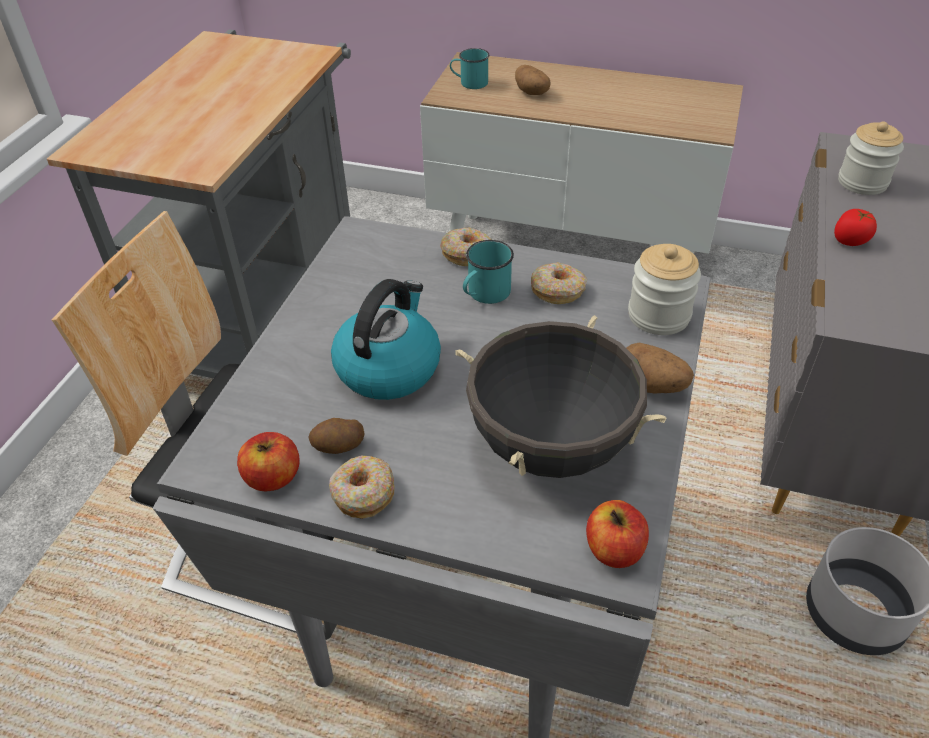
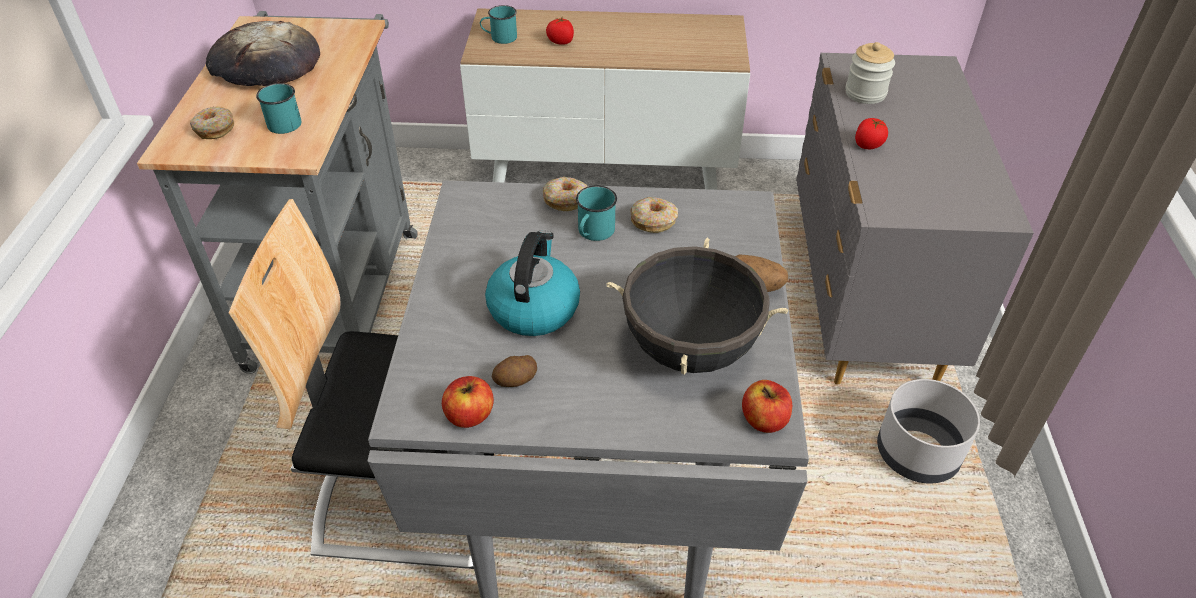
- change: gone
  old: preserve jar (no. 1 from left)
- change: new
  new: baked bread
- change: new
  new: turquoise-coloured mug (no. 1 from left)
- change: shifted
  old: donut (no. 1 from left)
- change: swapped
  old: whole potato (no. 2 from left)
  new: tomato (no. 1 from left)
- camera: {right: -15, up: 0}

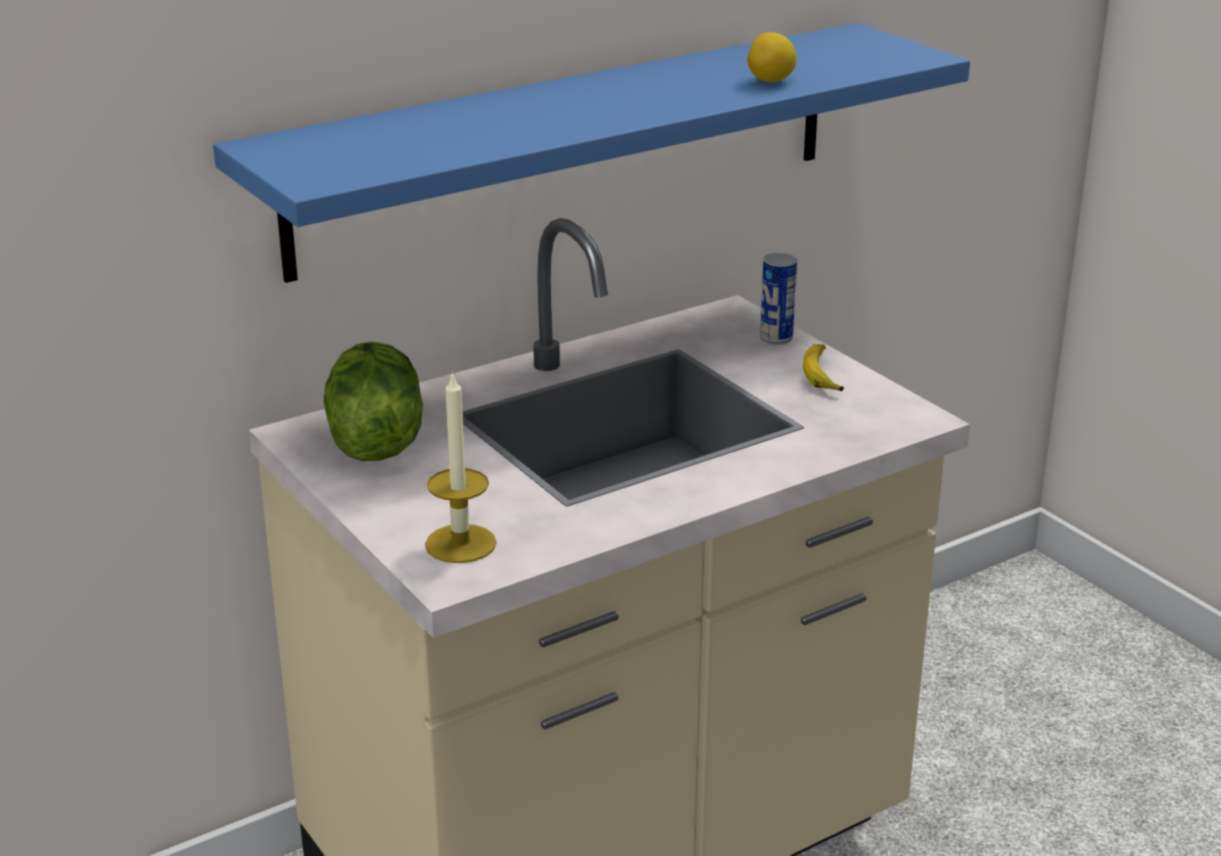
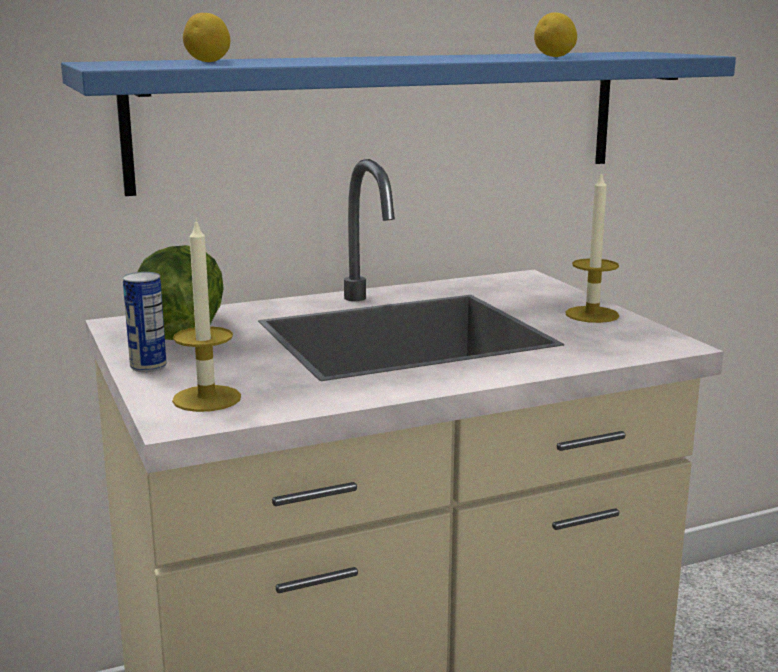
- change: new
  new: lemon (no. 1 from left)
- change: shifted
  old: can
- change: swapped
  old: banana fruit
  new: candle (no. 2 from left)
- camera: {right: 10, up: -10}

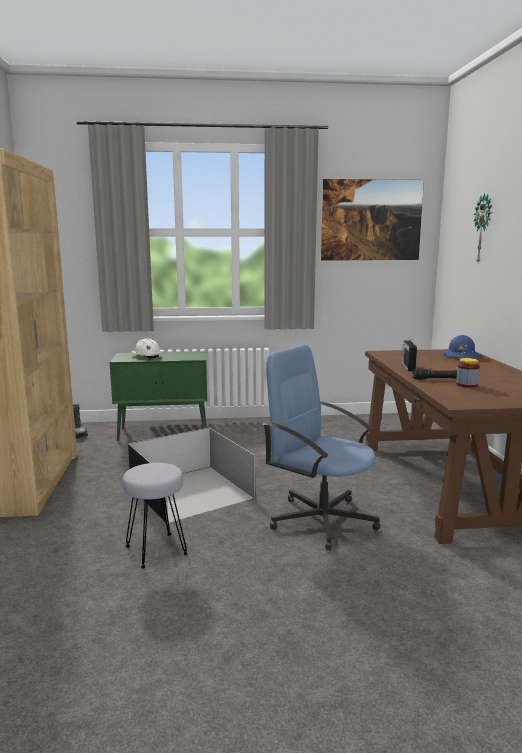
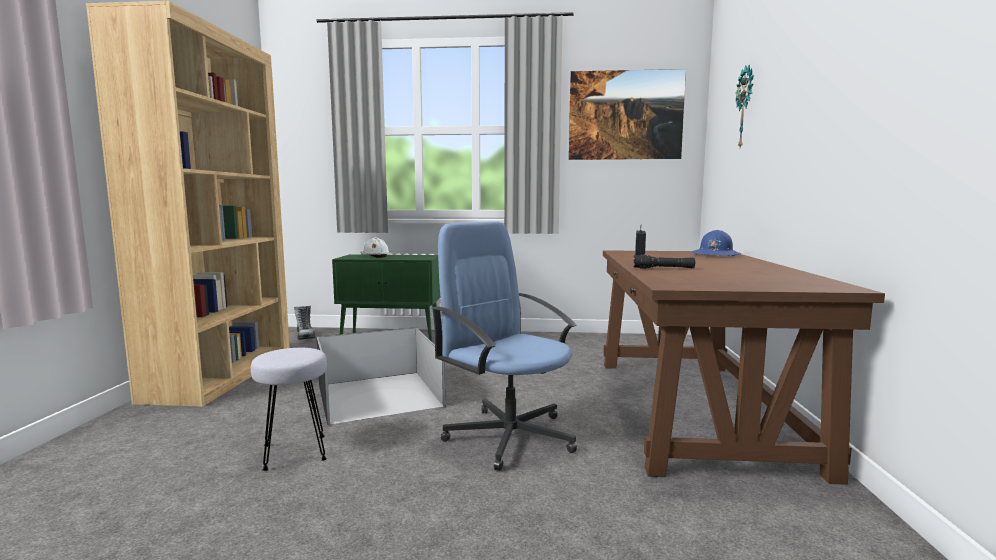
- change: gone
  old: preserve jar
- camera: {right: 10, up: -5}

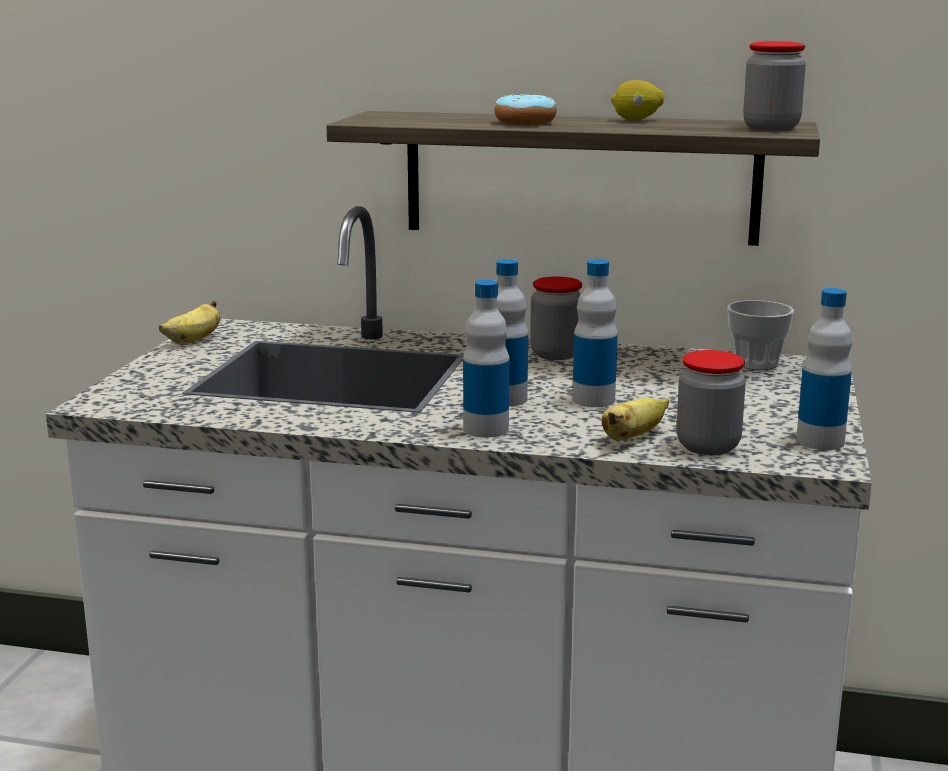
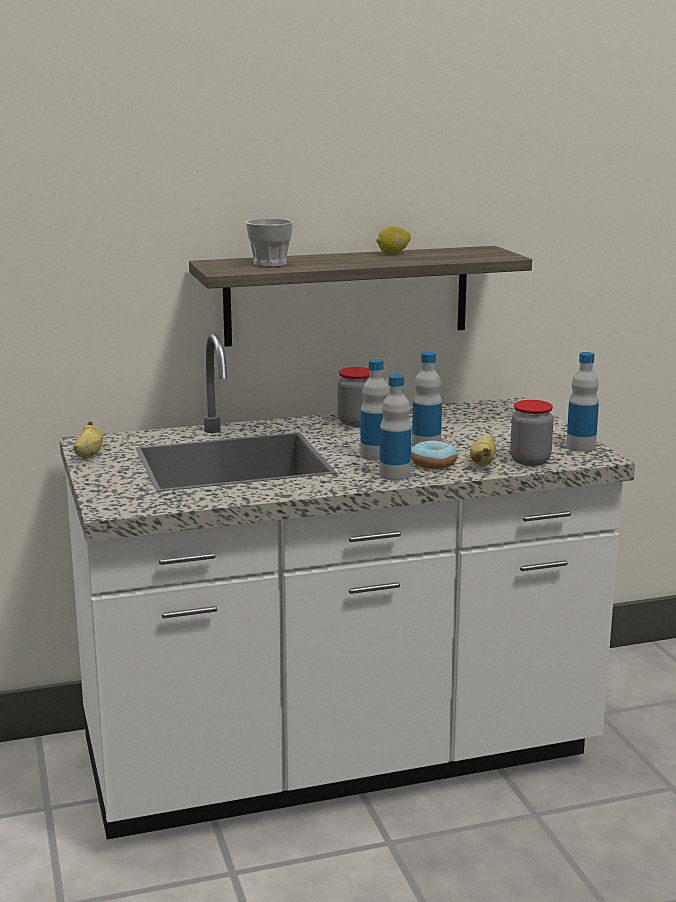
- change: gone
  old: preserve jar (no. 3 from left)
- change: shifted
  old: donut
- change: shifted
  old: drinking cup
- camera: {right: -30, up: 0}

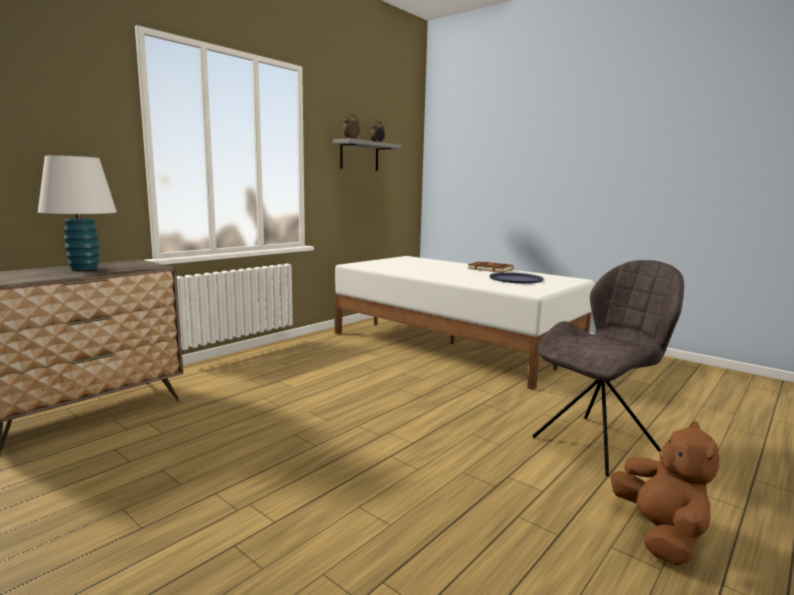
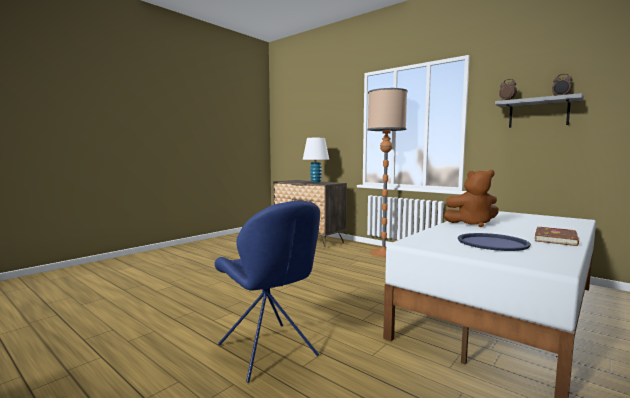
- change: new
  new: floor lamp
- change: shifted
  old: brownish plush toy
- change: repainted
  old: grey upright chair
  new: bluish upright chair
- camera: {right: 90, up: -5}

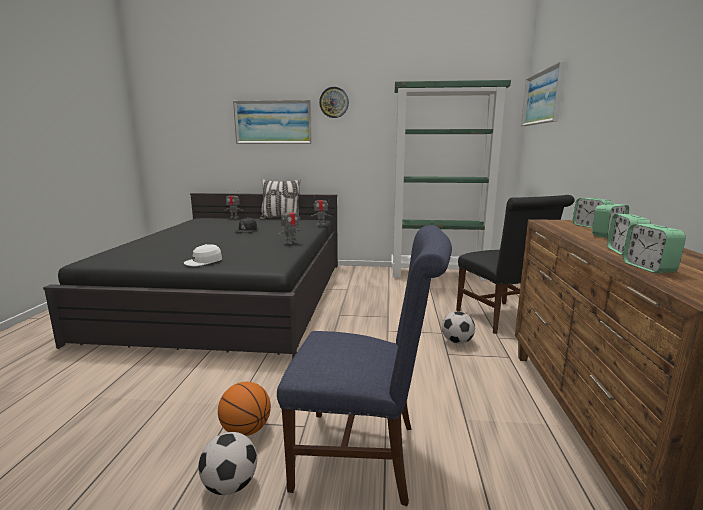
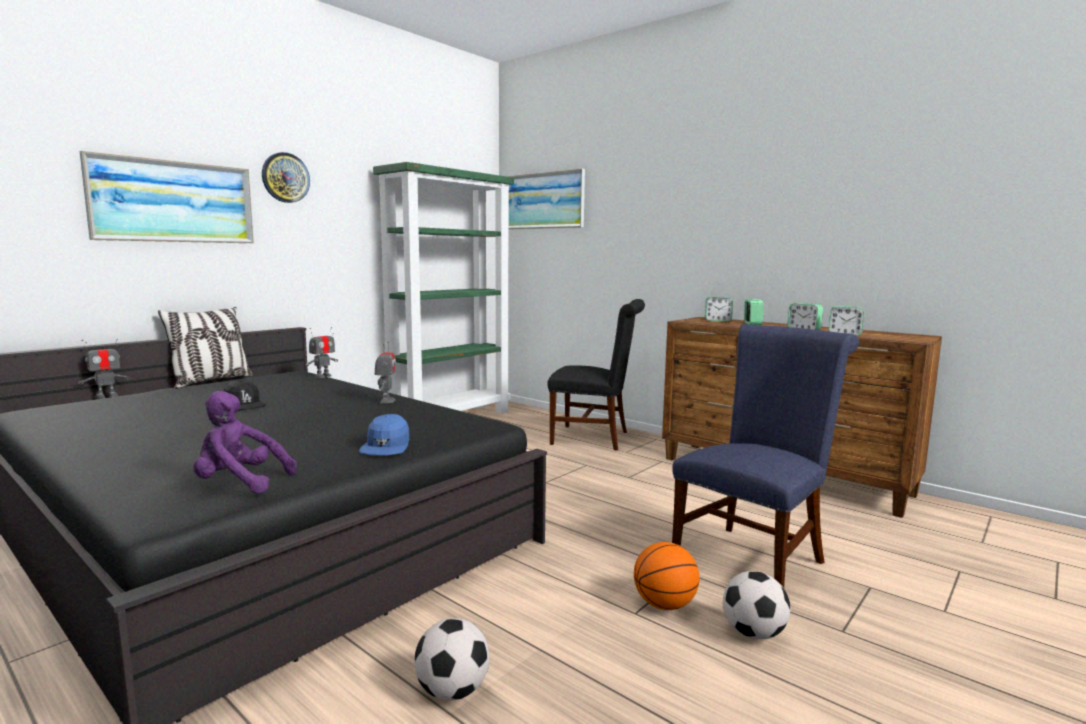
- change: new
  new: purplish plush toy
- change: shifted
  old: football (no. 2 from left in the first image)
  new: football (no. 1 from left)
- change: repainted
  old: white cap
  new: bluish cap
- camera: {right: -55, up: -5}

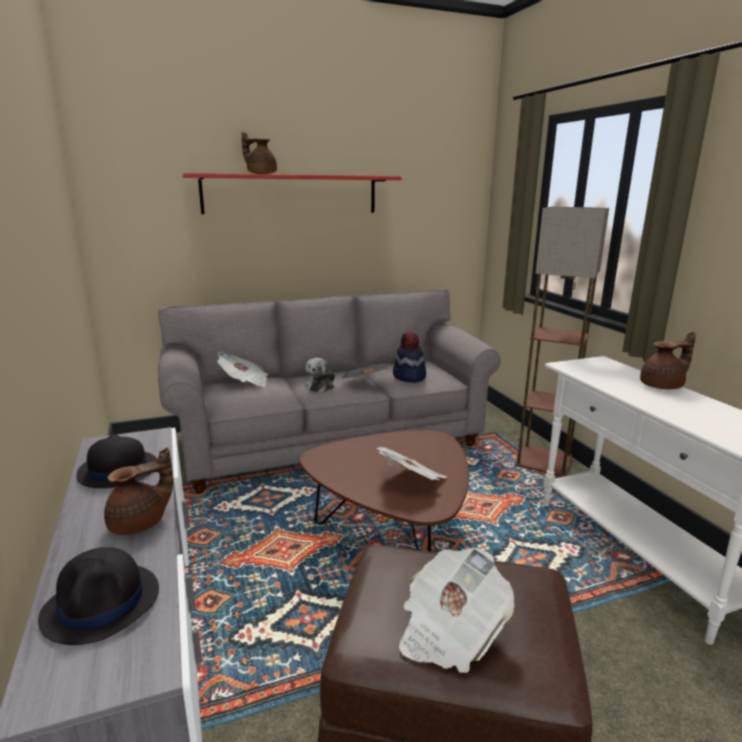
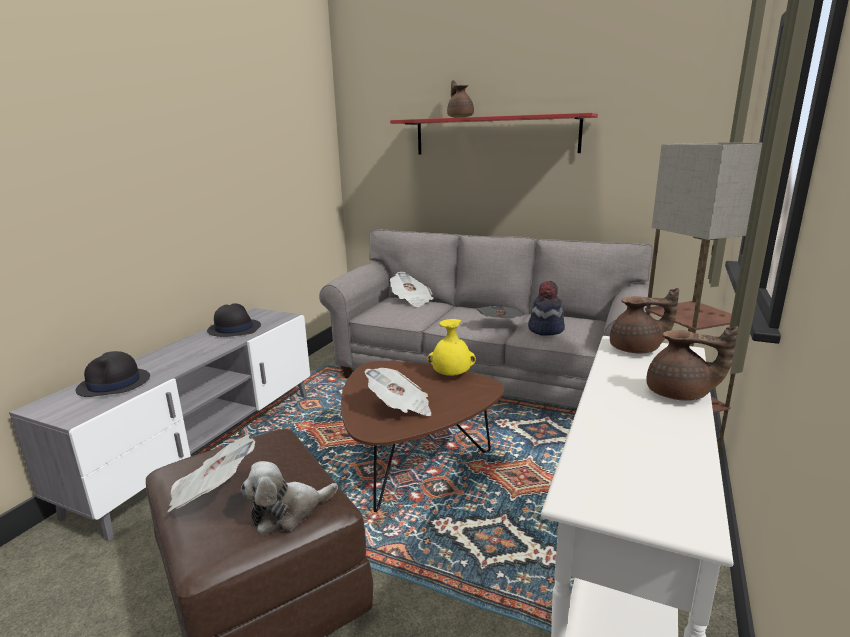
- change: new
  new: yellow vase
- change: shifted
  old: brownish tea pot (no. 1 from left in the first image)
  new: brownish tea pot (no. 2 from left)
- change: shifted
  old: plush toy
- camera: {right: 45, up: 0}

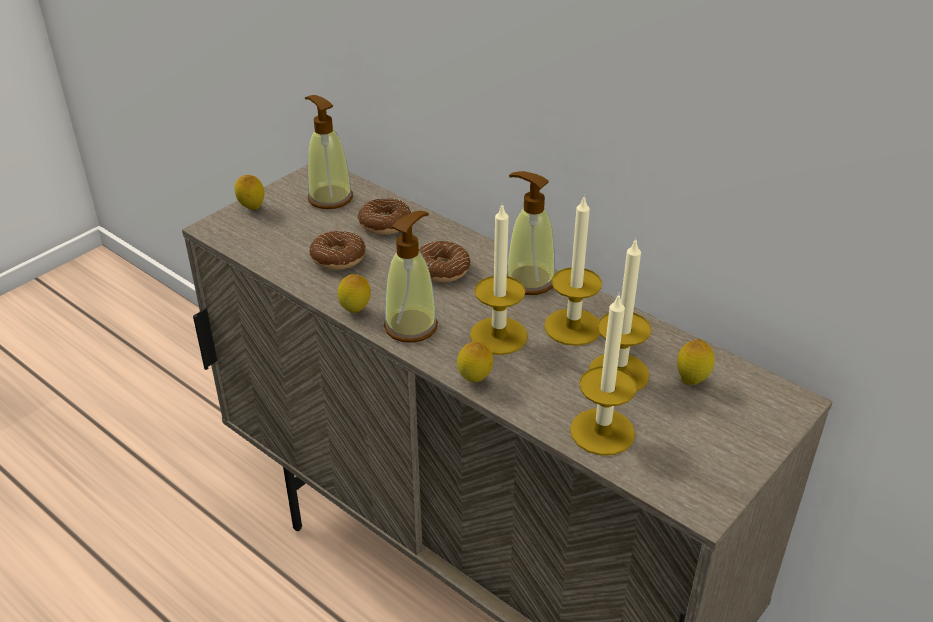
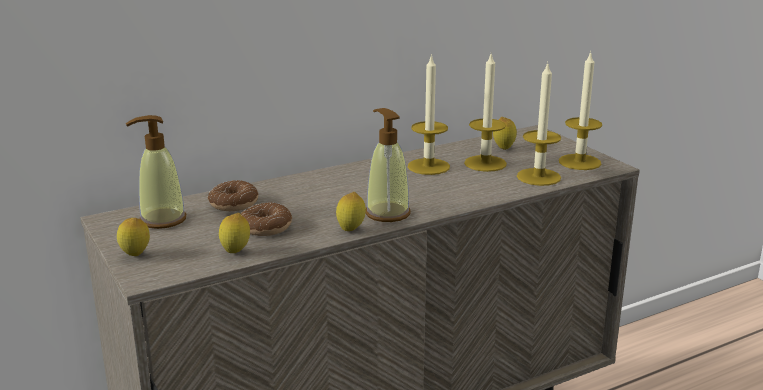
- change: gone
  old: donut (no. 3 from left)
- change: gone
  old: liquid soap bottle (no. 3 from left)
- change: shifted
  old: lemon (no. 3 from left in the first image)
  new: lemon (no. 2 from left)
- change: shifted
  old: candle (no. 1 from left in the first image)
  new: candle (no. 4 from left)
- camera: {right: -70, up: -15}

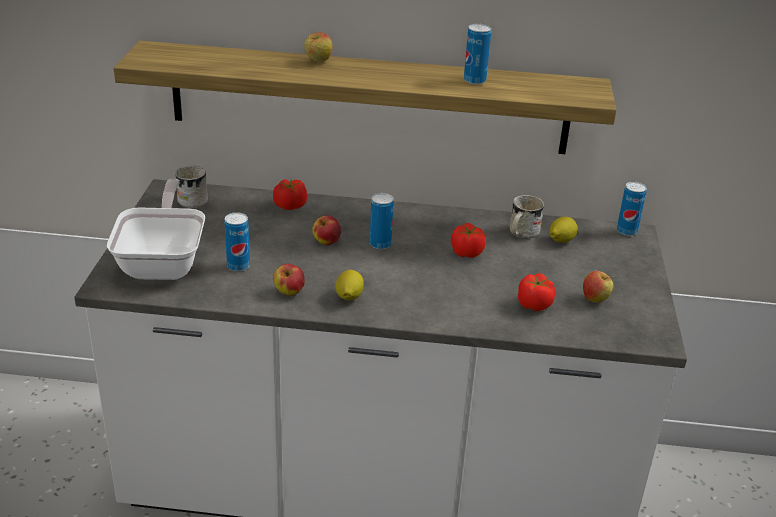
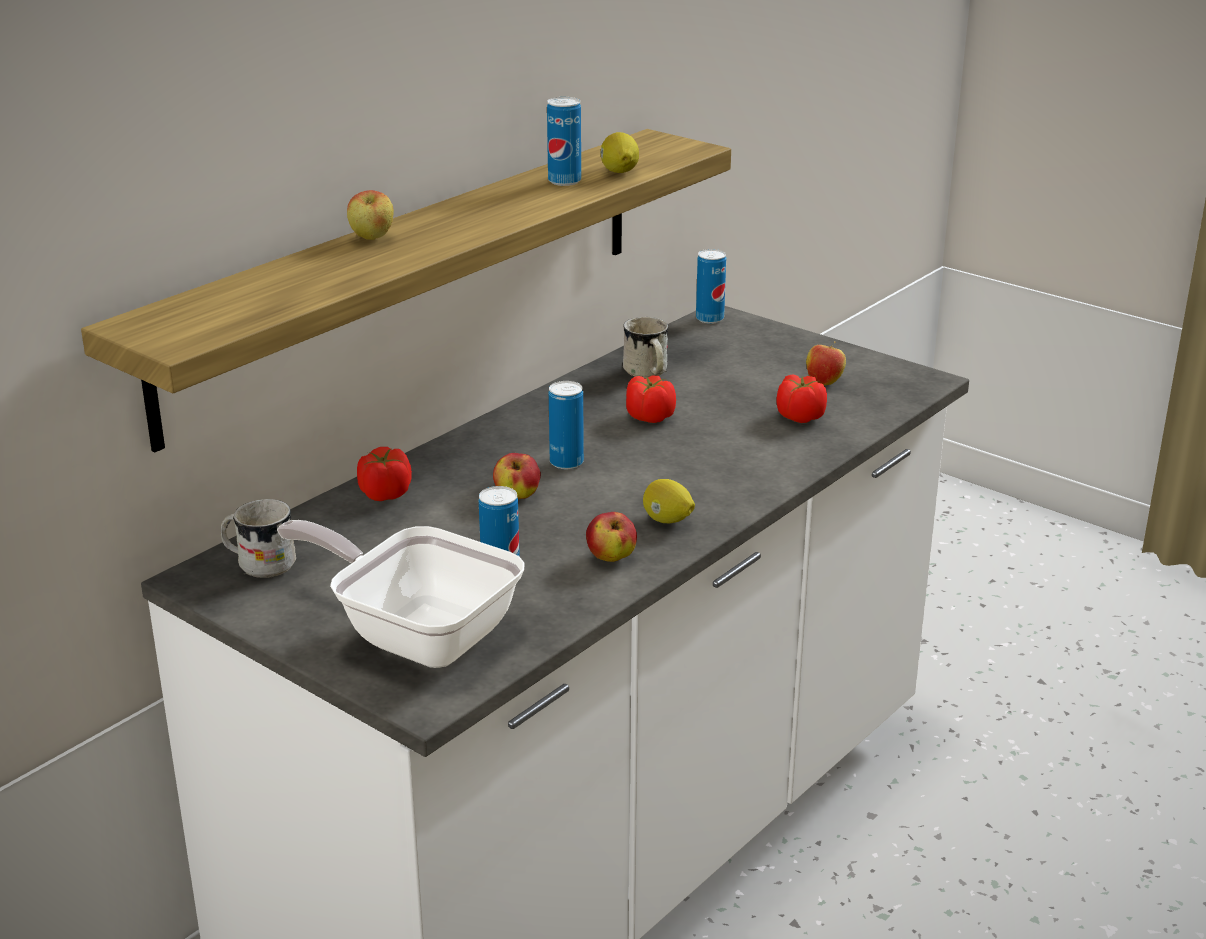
- change: shifted
  old: lemon (no. 2 from left in the first image)
  new: lemon (no. 1 from left)
- camera: {right: -55, up: -5}

